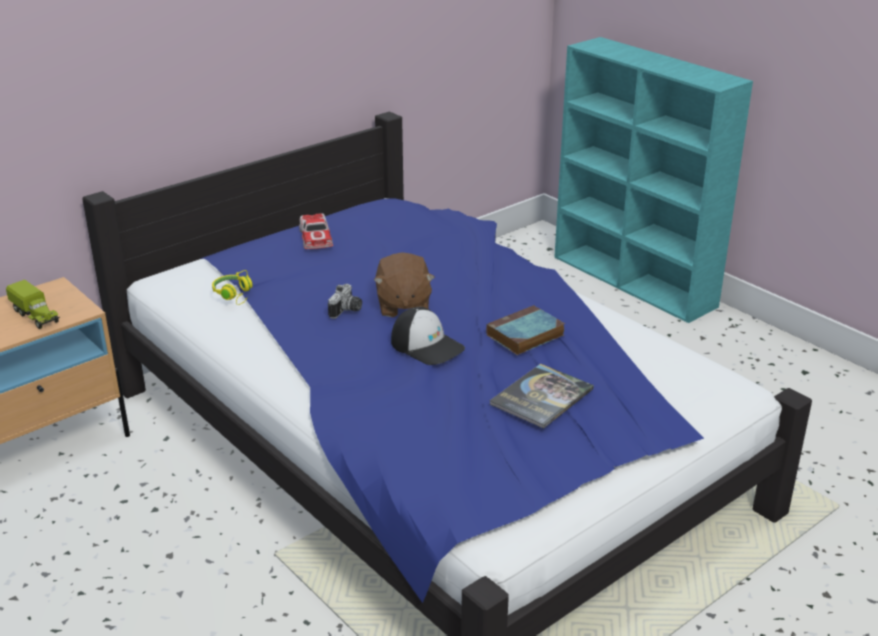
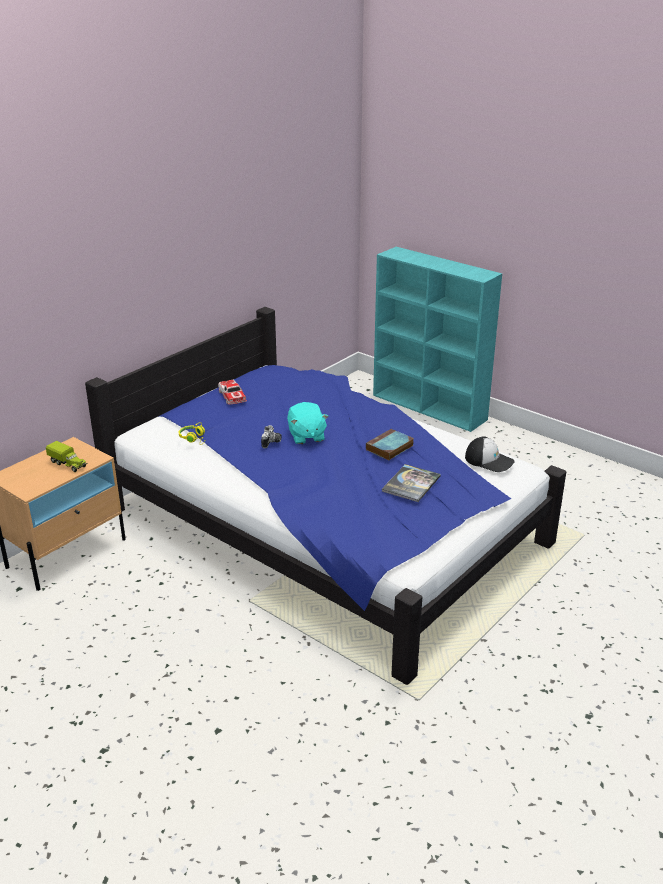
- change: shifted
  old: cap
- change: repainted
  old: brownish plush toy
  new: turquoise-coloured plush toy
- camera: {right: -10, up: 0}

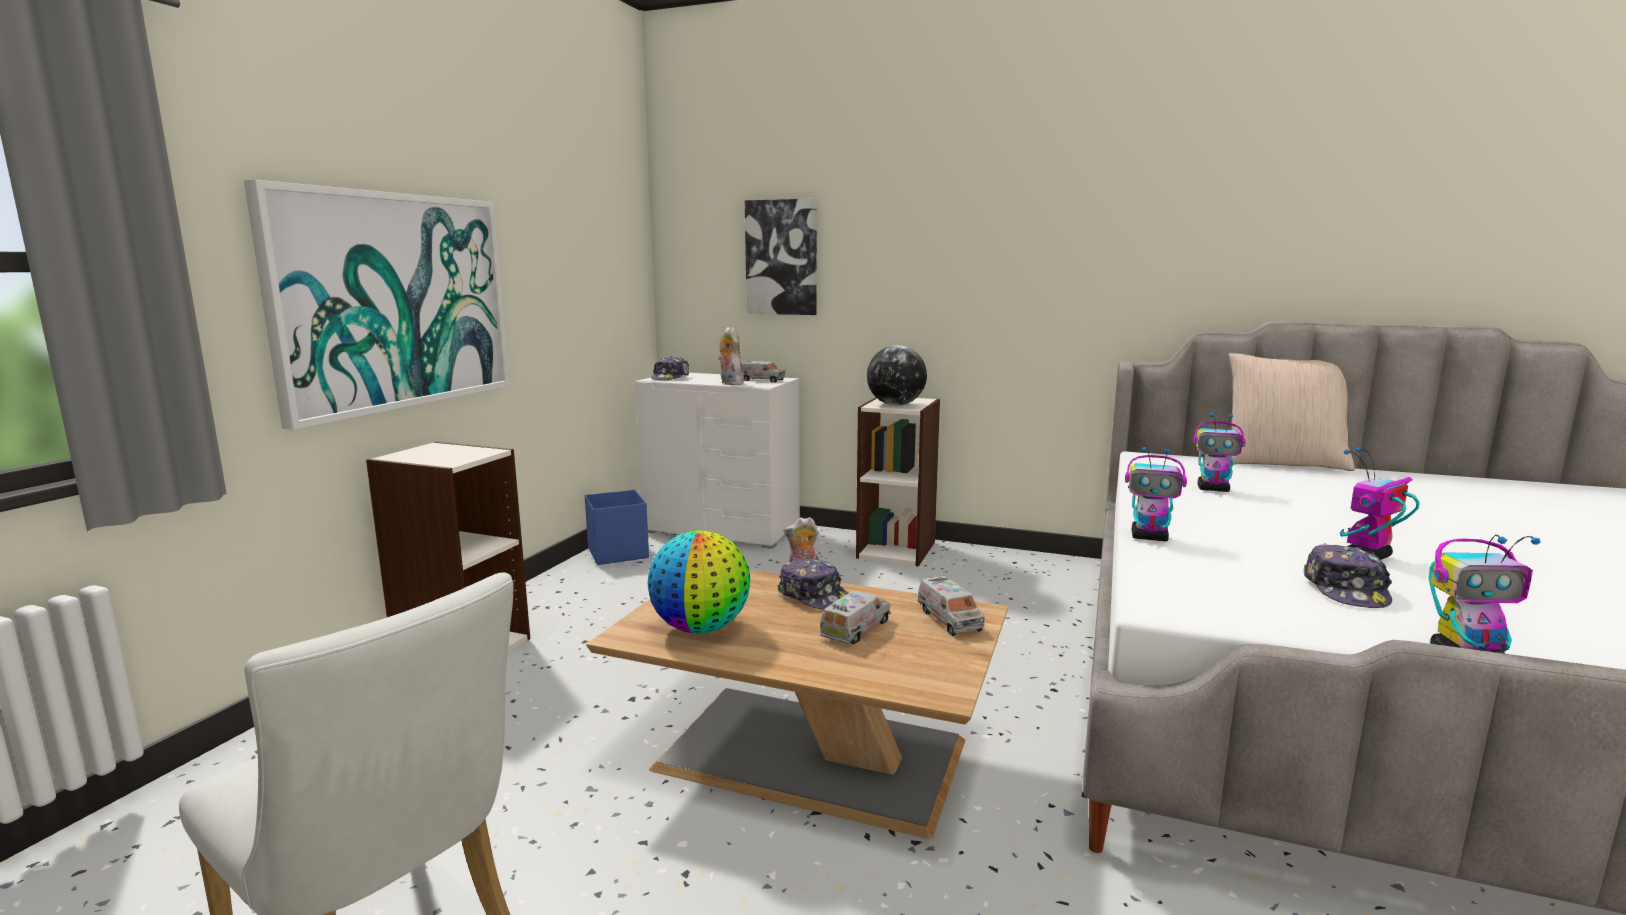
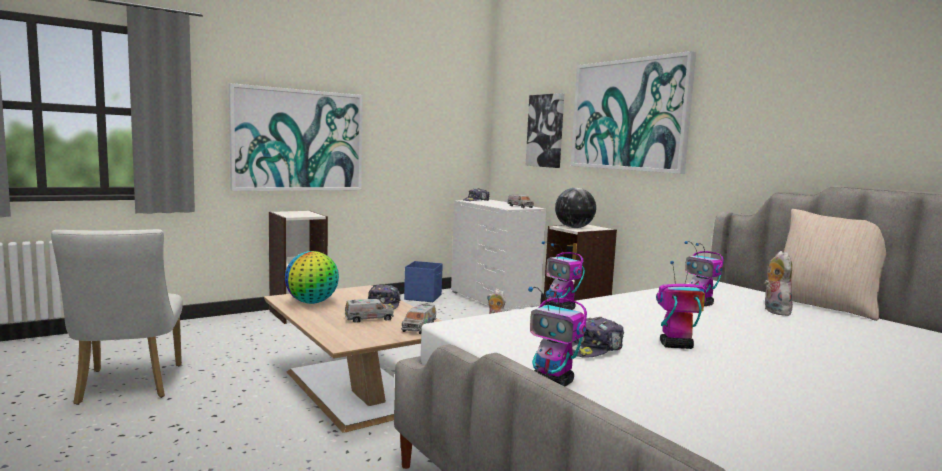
- change: new
  new: picture (no. 3 from left)
- change: shifted
  old: plush toy (no. 1 from left in the first image)
  new: plush toy (no. 2 from left)
- camera: {right: 35, up: -5}

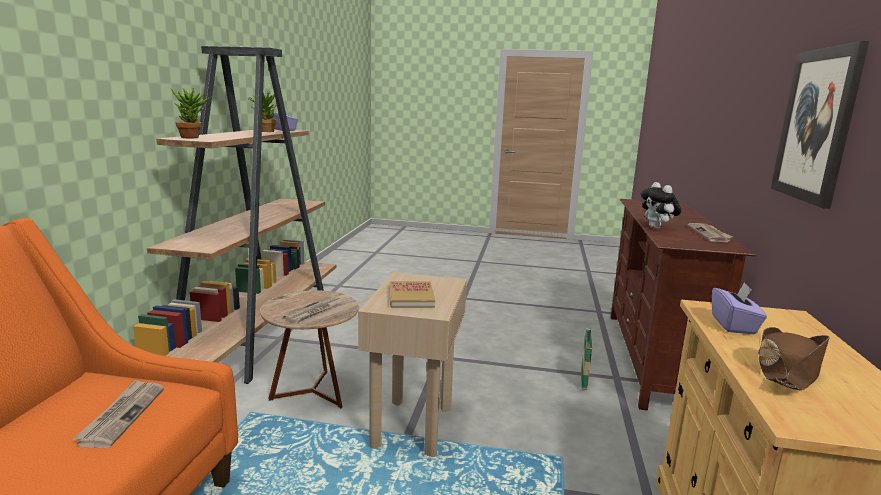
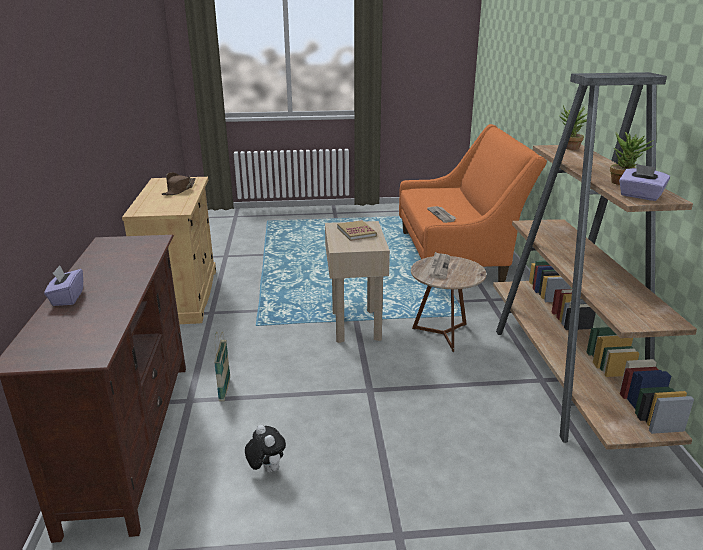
- change: gone
  old: daily paper (no. 3 from left)
- change: gone
  old: picture
- change: shifted
  old: plush toy
- change: shifted
  old: purplish tissue box (no. 2 from left in the first image)
  new: purplish tissue box (no. 1 from left)
- camera: {right: 165, up: 10}

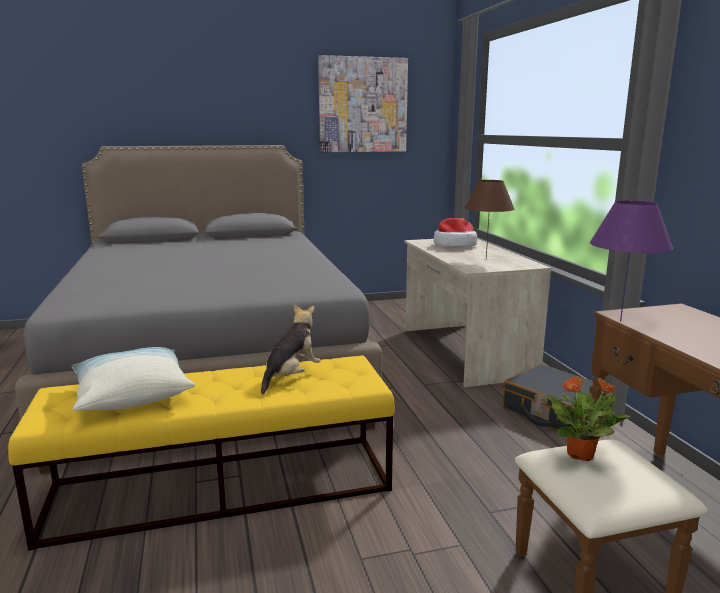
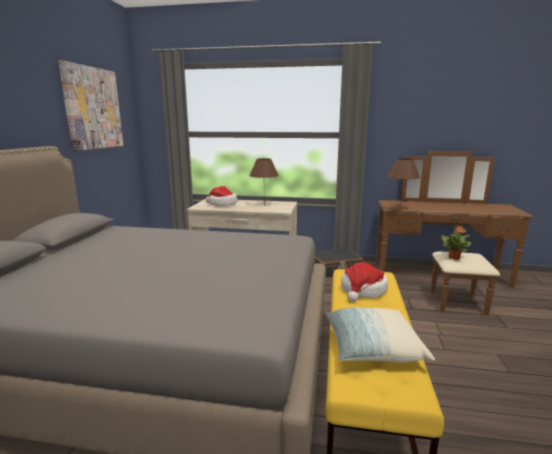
- change: swapped
  old: plush toy
  new: hat (no. 2 from left)
- change: repainted
  old: purplish lamp for a table
  new: brownish lamp for a table (no. 2 from left)
- camera: {right: -65, up: 0}

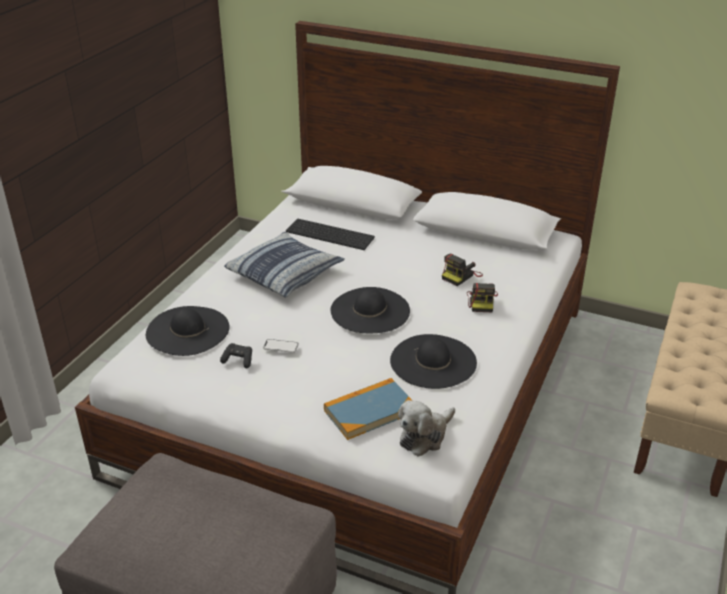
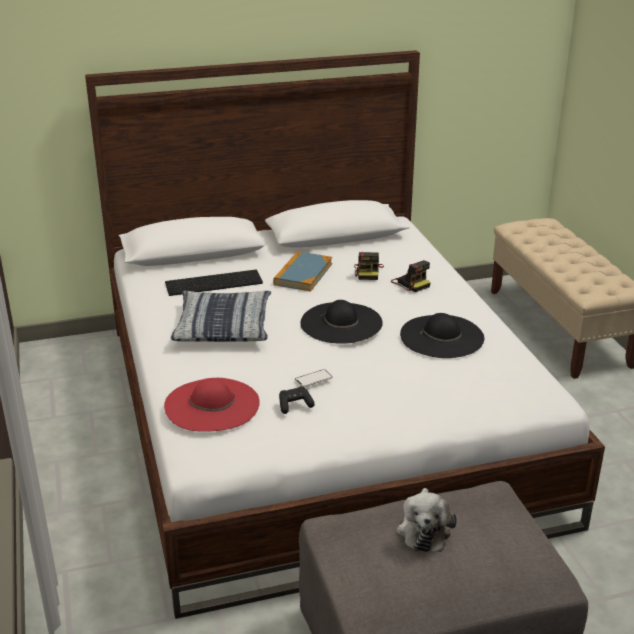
- change: shifted
  old: book
- change: shifted
  old: plush toy
- change: repainted
  old: blackish hat (no. 1 from left)
  new: reddish hat
- camera: {right: -40, up: -5}

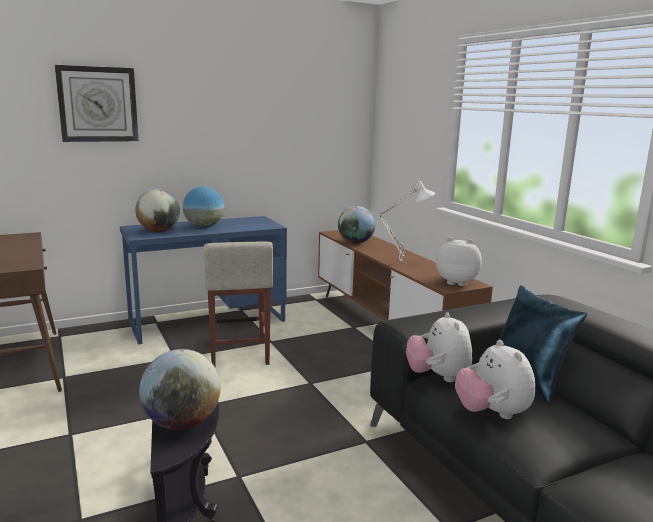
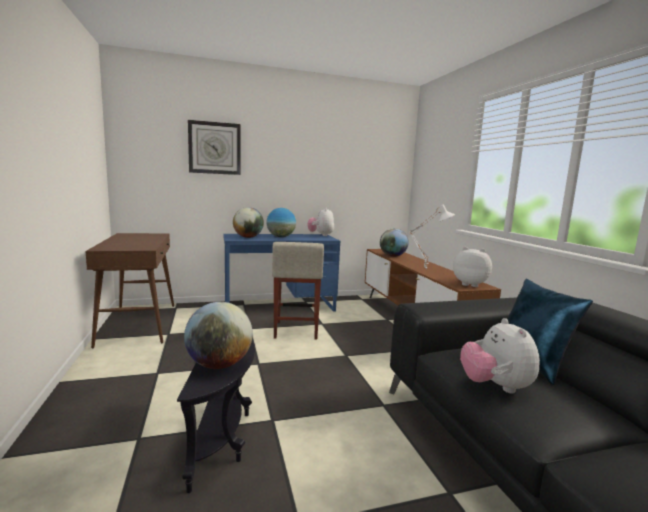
- change: shifted
  old: plush toy (no. 1 from left)
- camera: {right: 10, up: -5}

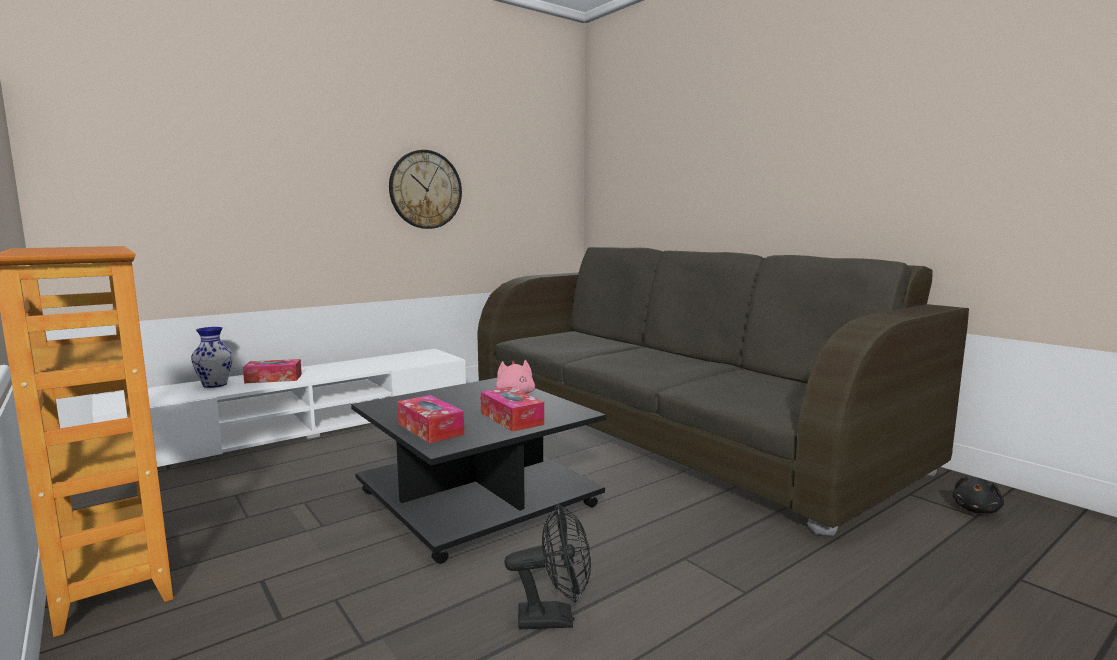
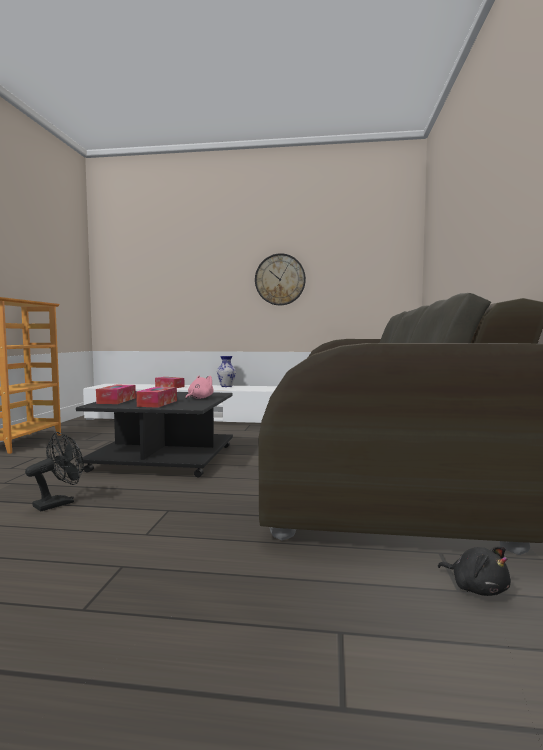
- change: shifted
  old: vase
- change: rotated
  old: blackish fan
  degrees: -90
- change: rotated
  old: blackish plush toy
  degrees: -120
- camera: {right: 45, up: -5}

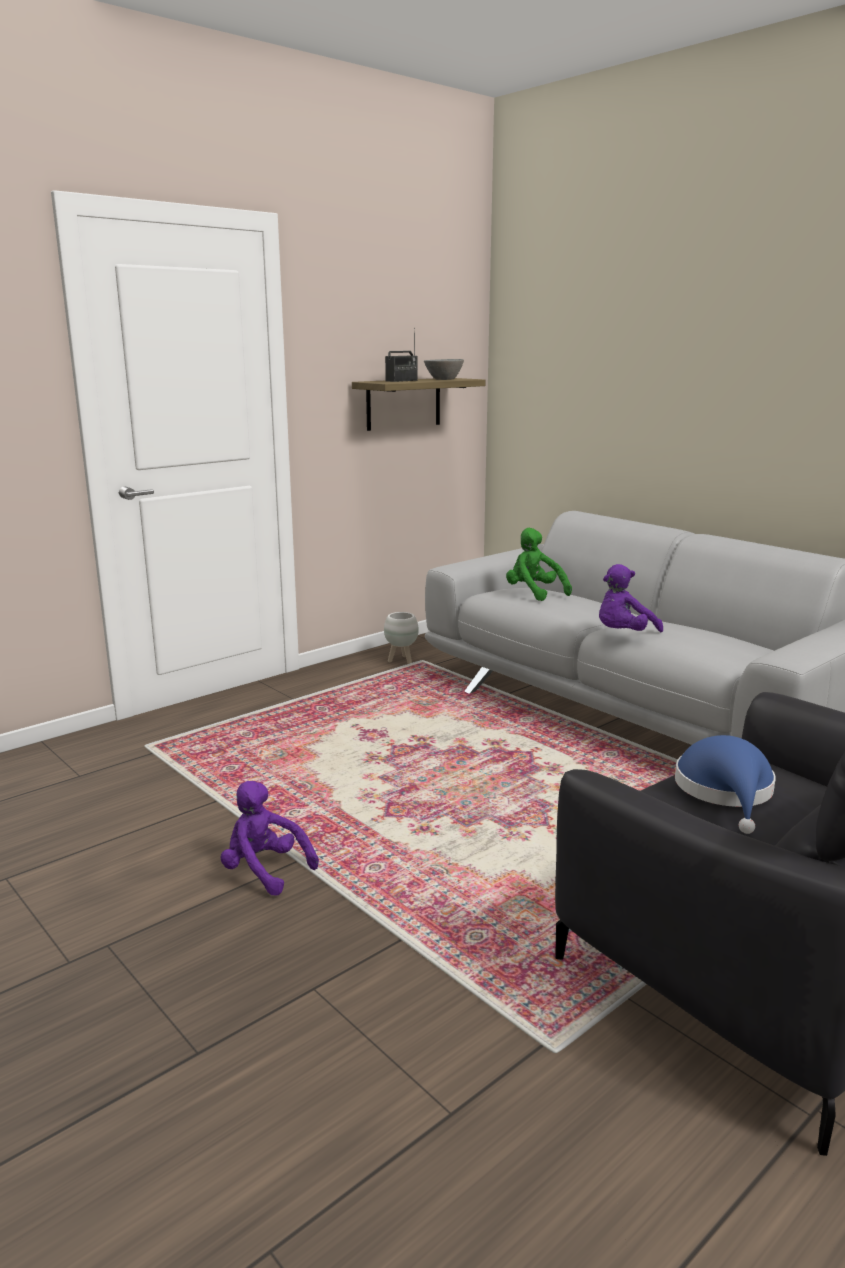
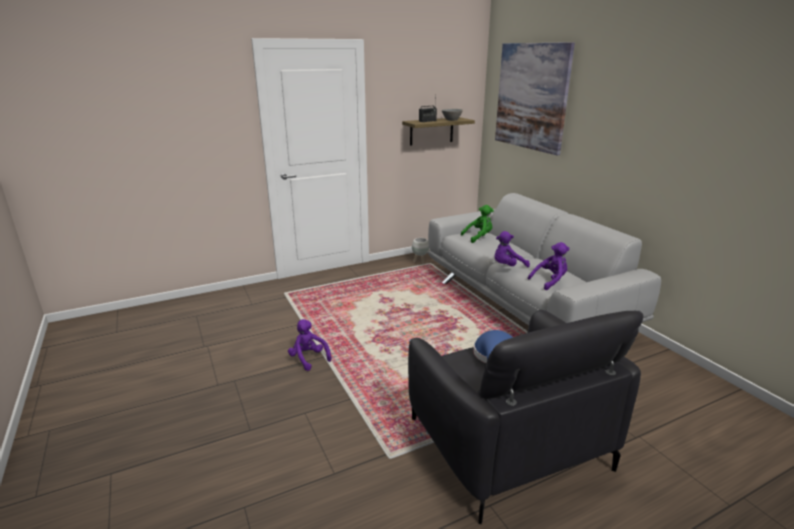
- change: new
  new: picture
- change: new
  new: purplish plush toy (no. 3 from left)
- change: rotated
  old: green plush toy
  degrees: 90
- camera: {right: 15, up: 5}

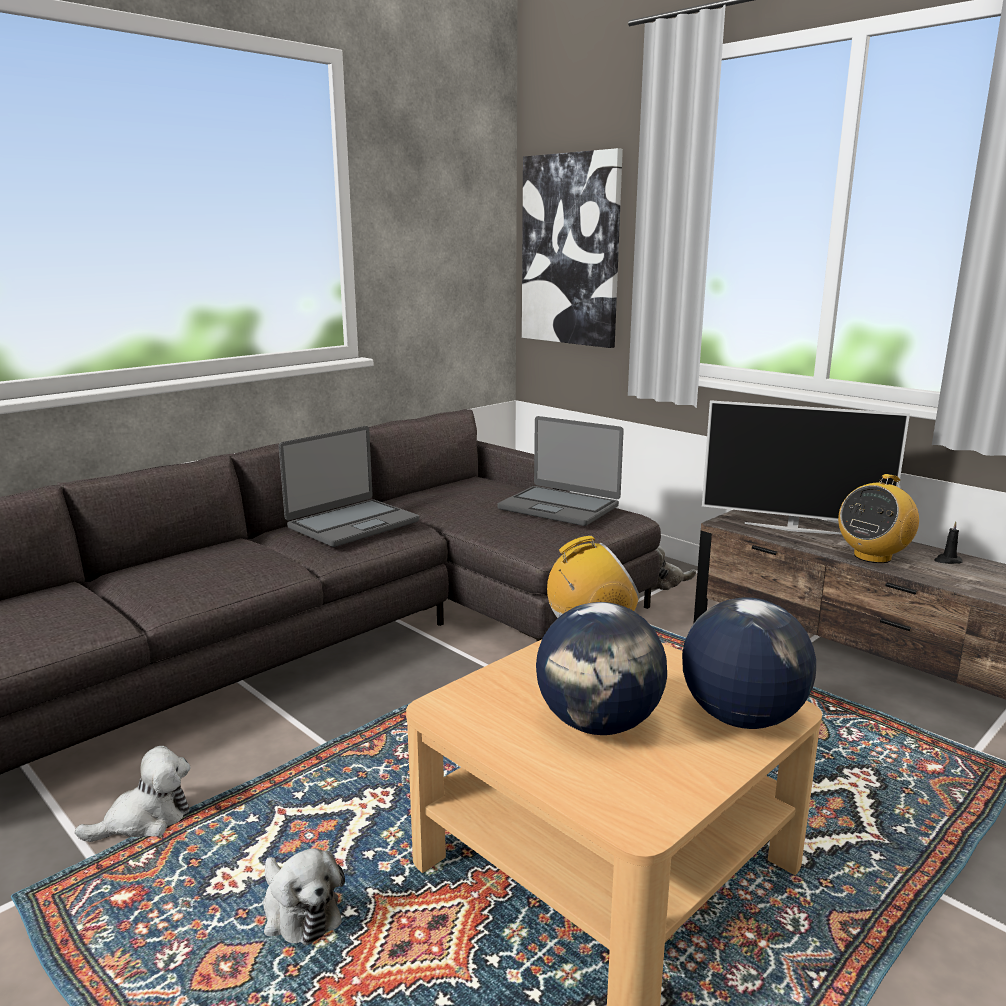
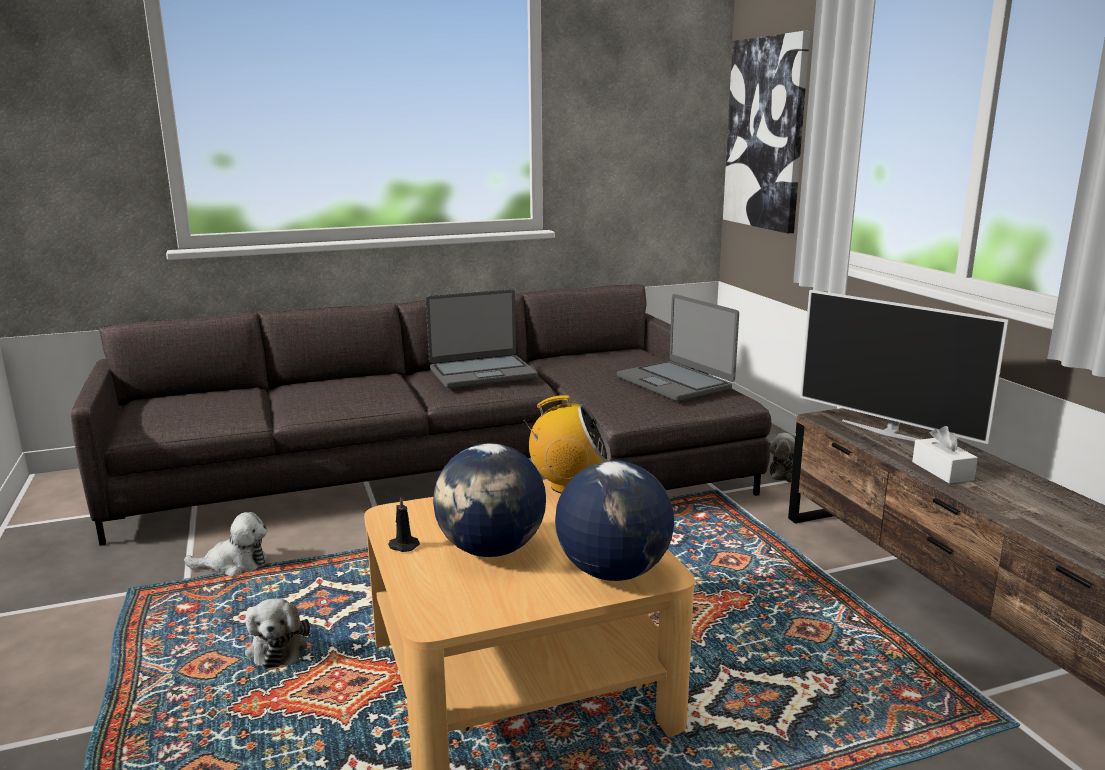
- change: shifted
  old: blackish candle
- change: swapped
  old: radio set (no. 2 from left)
  new: white tissue box
- camera: {right: 25, up: 0}

